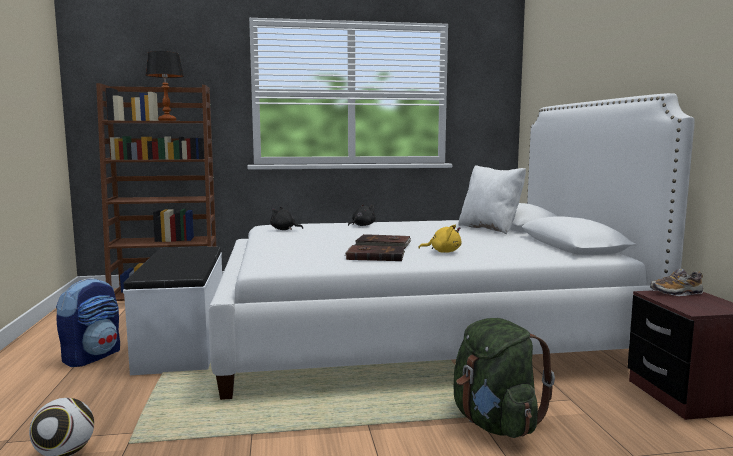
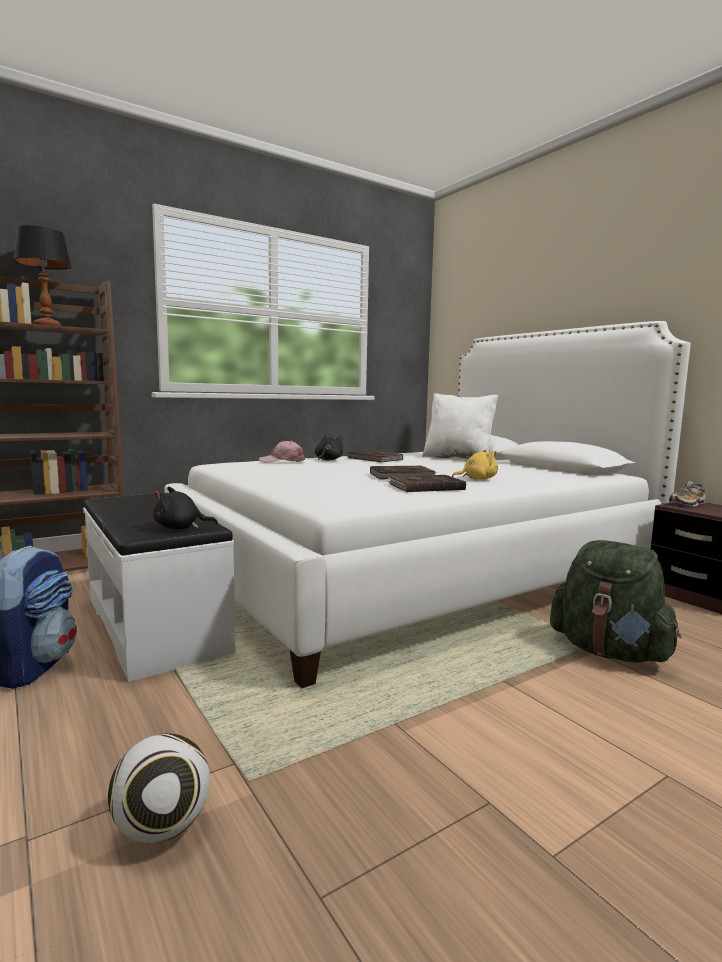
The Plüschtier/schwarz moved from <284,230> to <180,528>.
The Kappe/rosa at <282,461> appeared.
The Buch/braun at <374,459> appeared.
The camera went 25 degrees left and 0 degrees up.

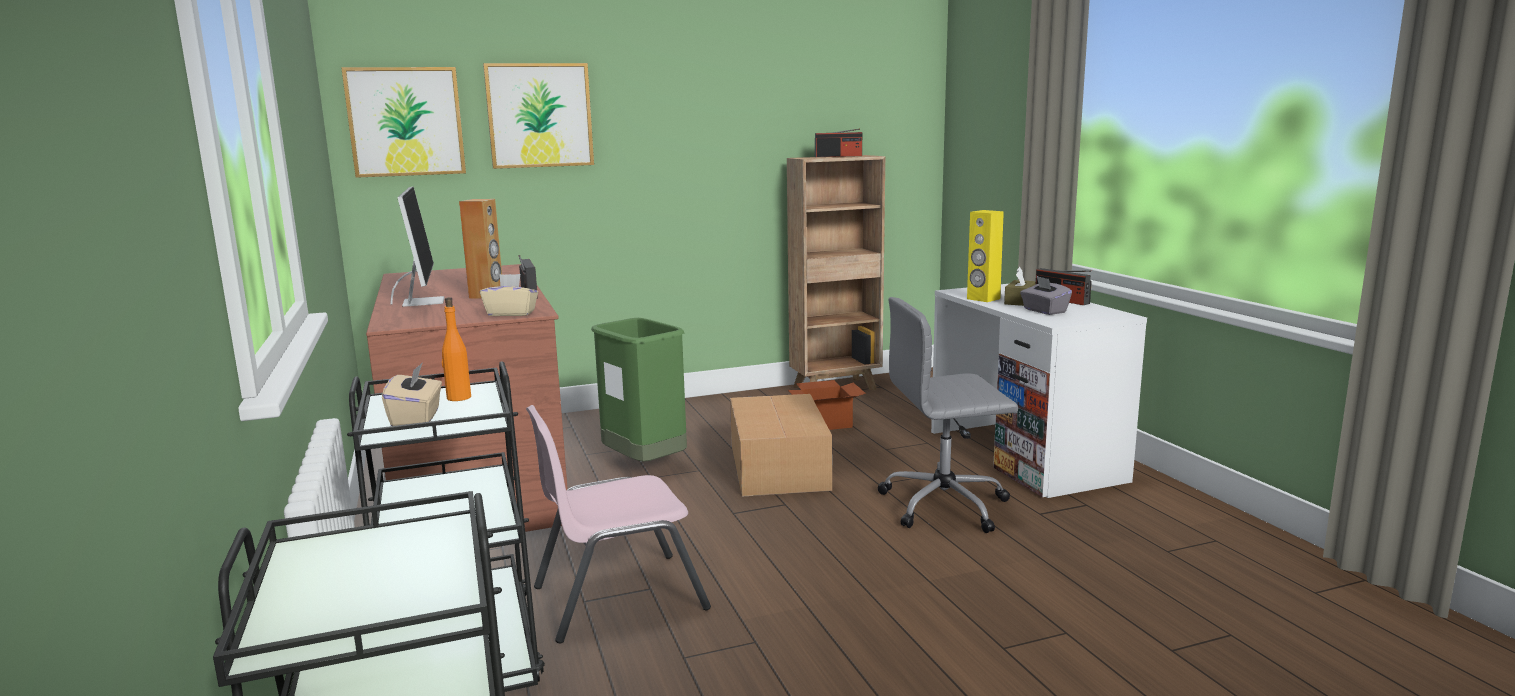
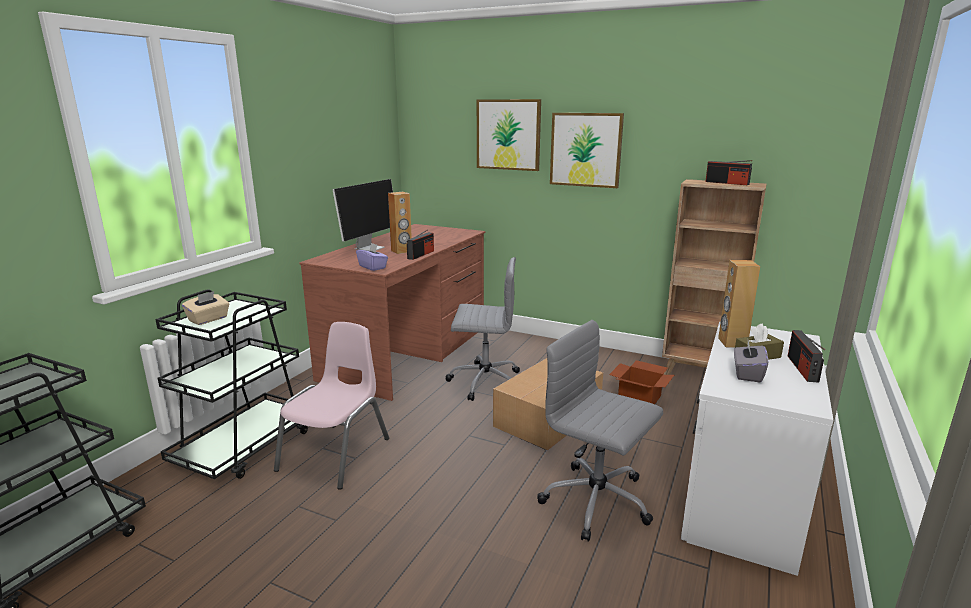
The Bild moved from <405,122> to <586,150>.
The Lautsprecher/gelb at <983,299> became the Lautsprecher/braun at <732,343>.
The Taschentuchbox/beige at <511,313> became the Taschentuchbox/lila at <373,267>.
The Flasche/orange at <458,398> disappeared.
The Mülleimer/grün at <645,465> was replaced by the Bürostuhl/grau at <484,381>.
The Stuhl/rosa at <618,597> turned 90 degrees clockwise.
The camera went 45 degrees right and 5 degrees up.

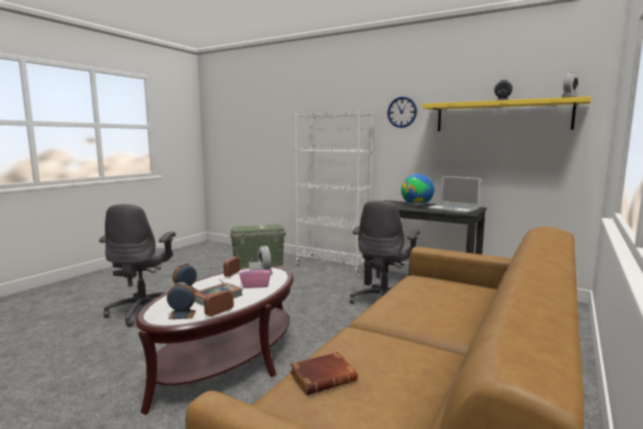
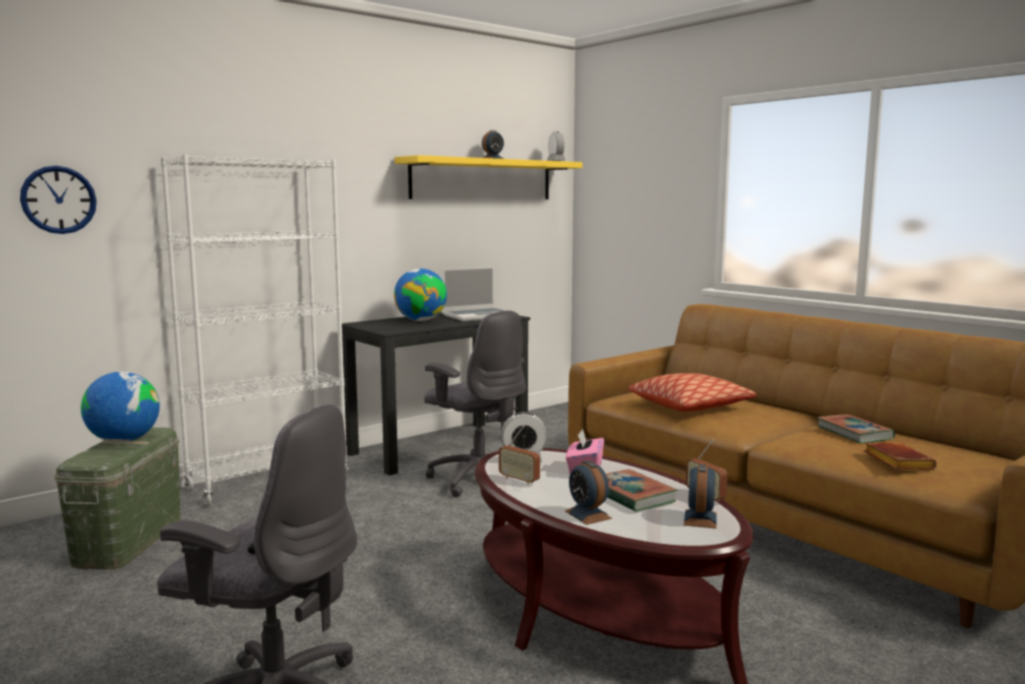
The Wanduhr moved from <402,112> to <58,200>.
The Globus at <124,441> appeared.
The Kissen at <690,406> appeared.
The Buch at <854,433> appeared.
The camera went 70 degrees left and 0 degrees up.

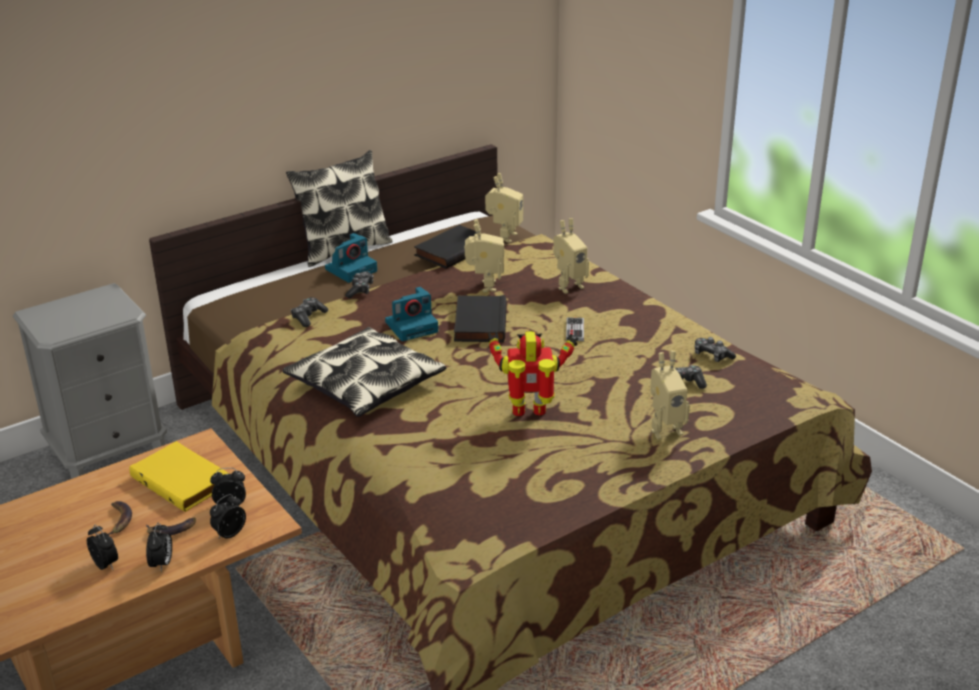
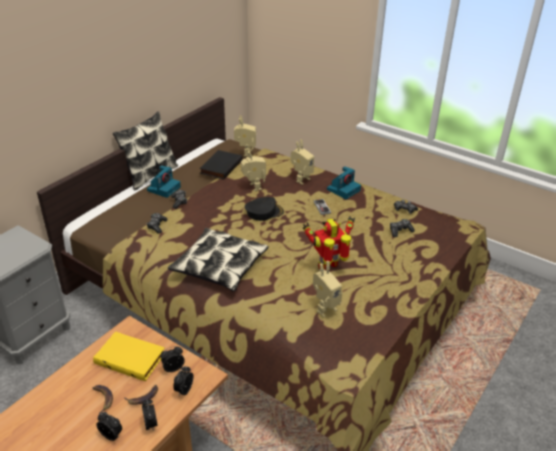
The Kamera moved from <412,326> to <343,189>.
The Buch/schwarz at <478,323> was replaced by the Kappe/schwarz at <264,212>.
The Spielzeugroboter moved from <664,429> to <324,309>.
The camera went 20 degrees left and 5 degrees up.

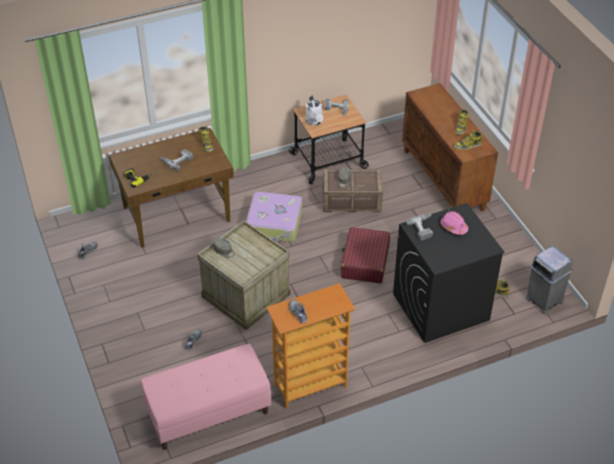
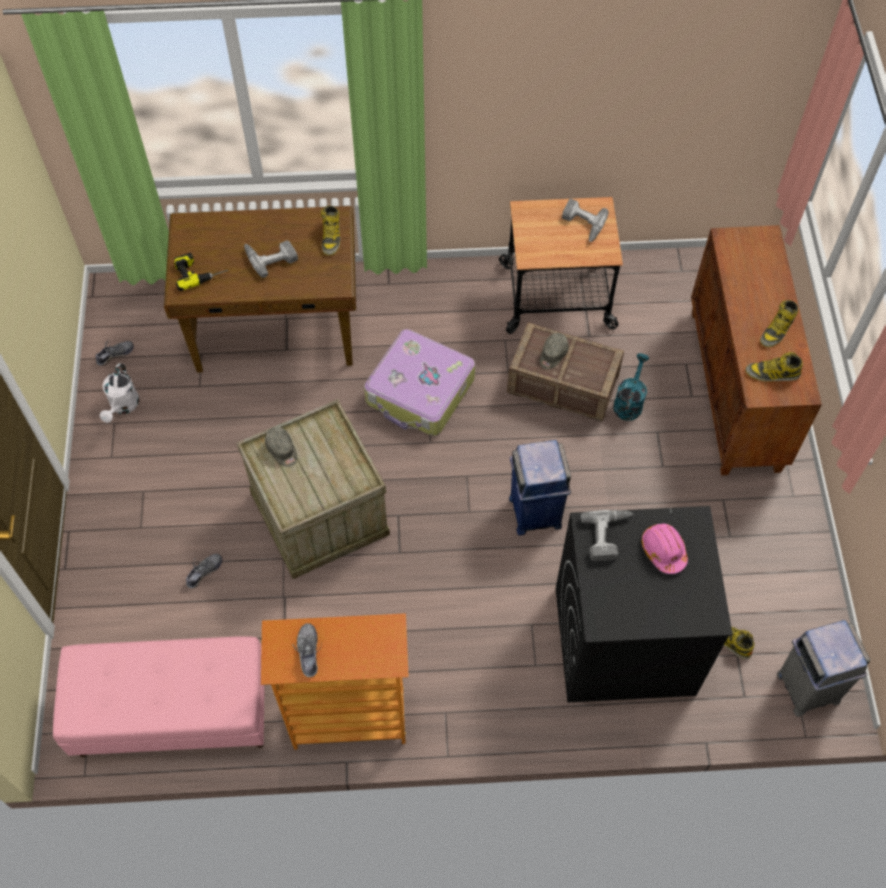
The Gießkanne/weiß moved from <315,122> to <123,406>.
The Koffer/rot at <365,262> was replaced by the Mülleimer/blau at <535,511>.
The Gießkanne/türkis at <629,402> appeared.
The camera went 20 degrees right and 15 degrees up.

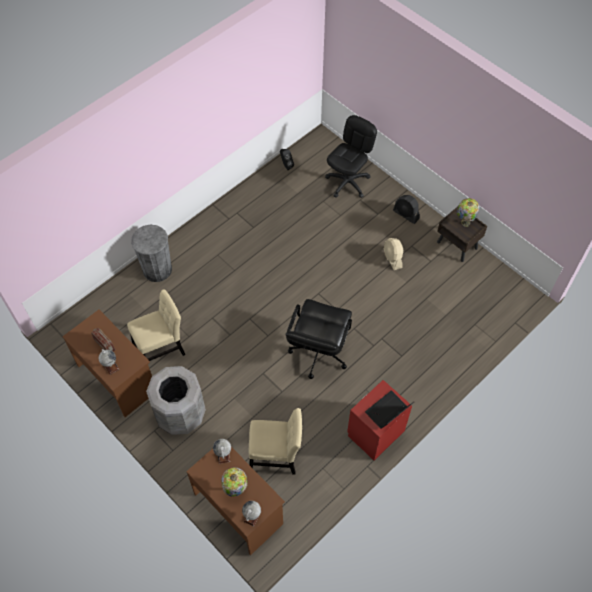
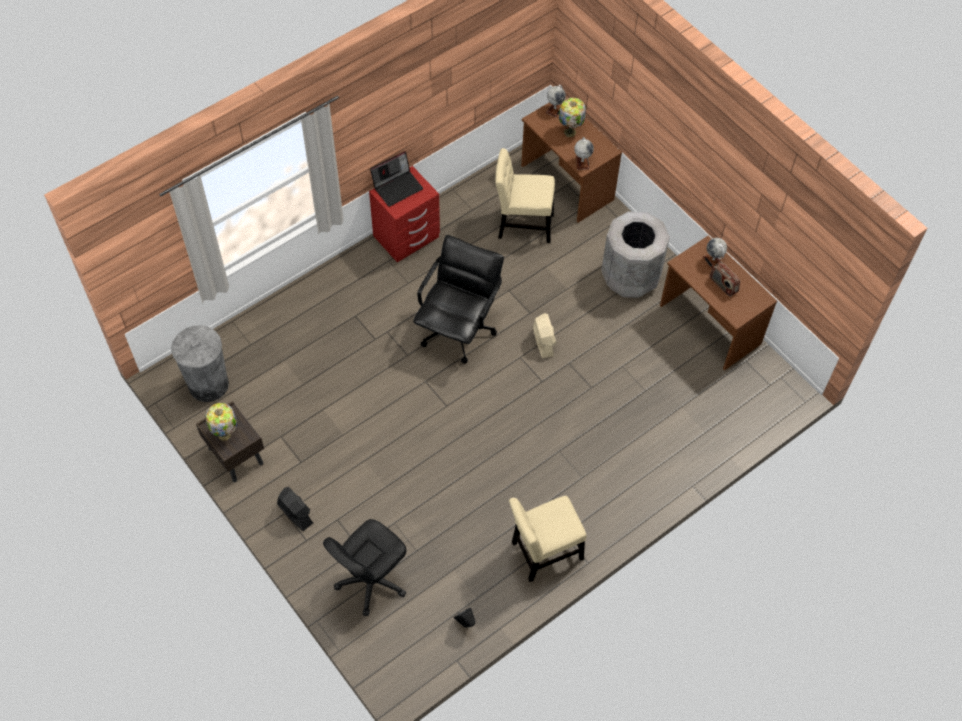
The Mülleimer/grau moved from <157,269> to <208,384>.
The Ventilator/beige moved from <392,258> to <543,341>.
The Stuhl/beige moved from <162,349> to <543,553>.
The camera went 175 degrees left and 0 degrees up.

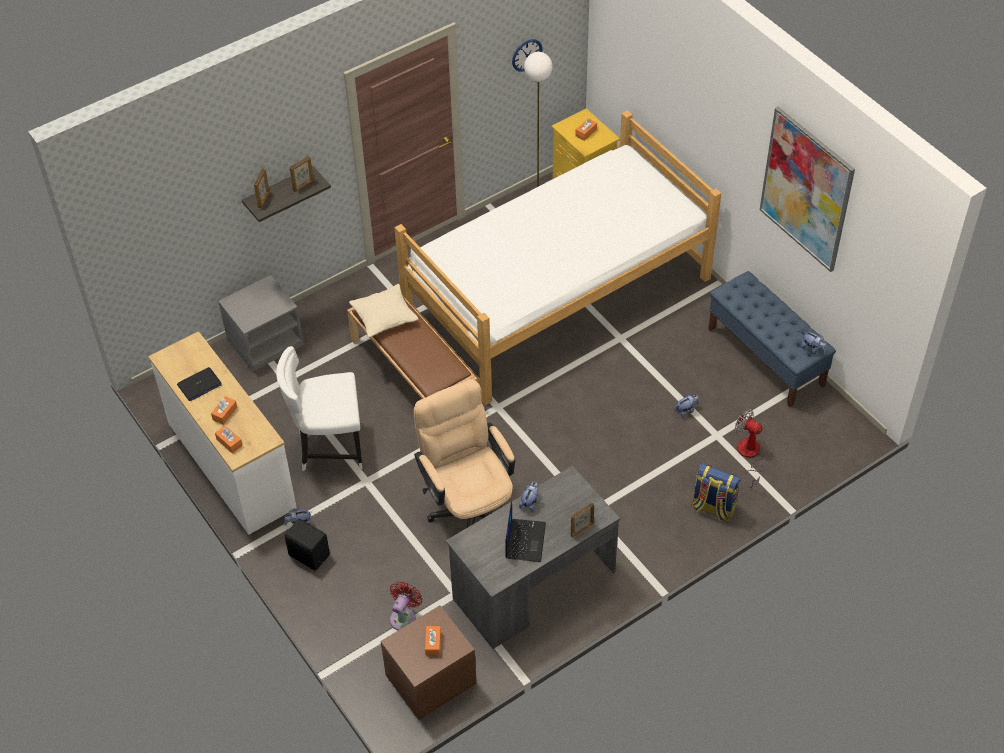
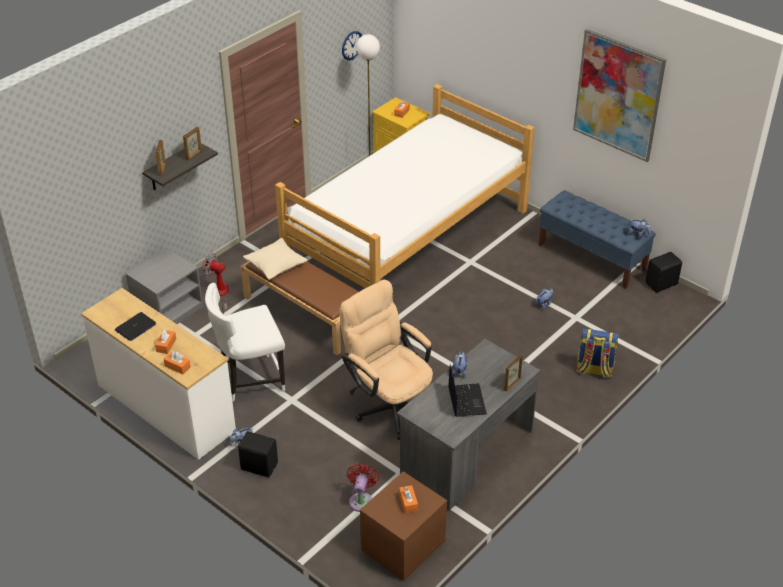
The Ventilator moved from <749,455> to <220,294>.
The Lautsprecher/schwarz at <662,284> appeared.
The camera went 15 degrees left and 10 degrees down.

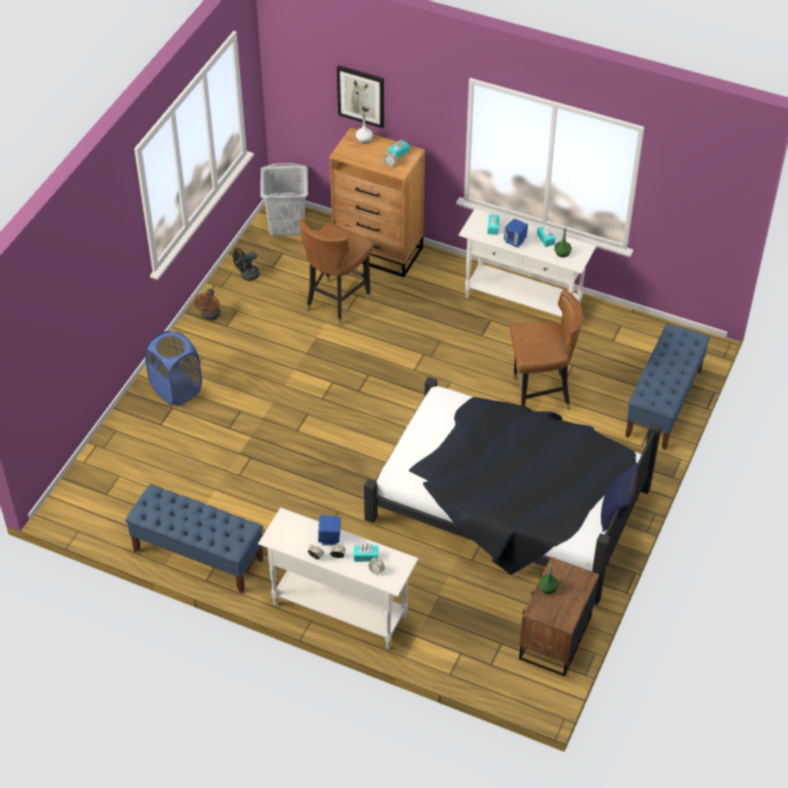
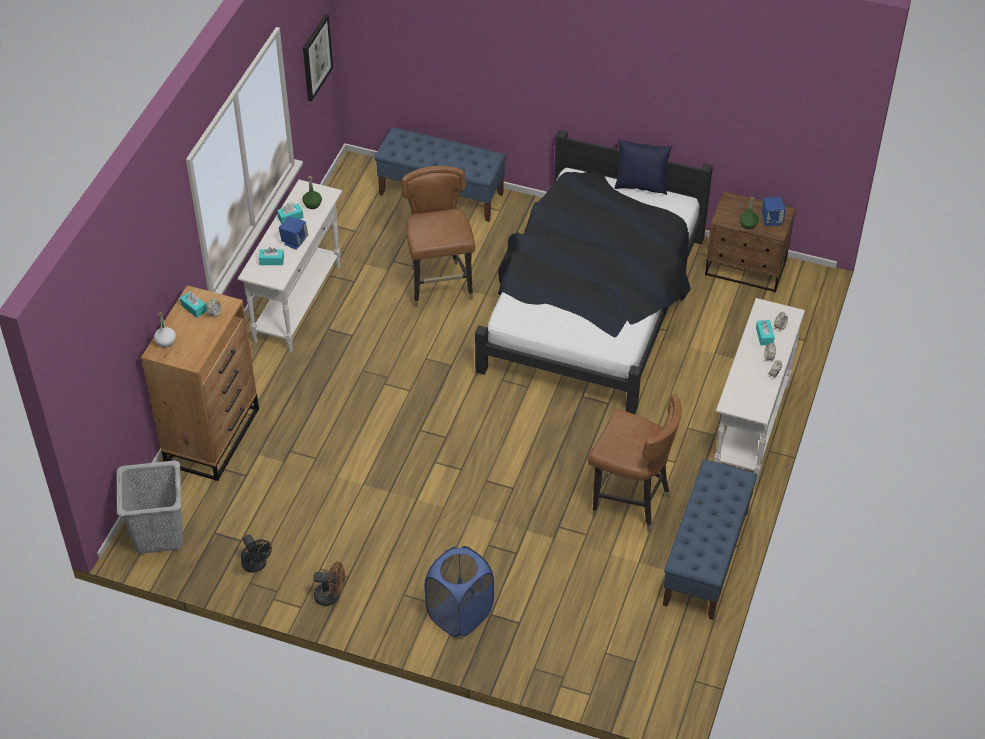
The Bild moved from <361,96> to <316,57>.
The Stuhl/braun moved from <336,302> to <630,503>.
The Lautsprecher/blau moved from <330,538> to <771,220>.
The camera went 95 degrees left and 0 degrees up.

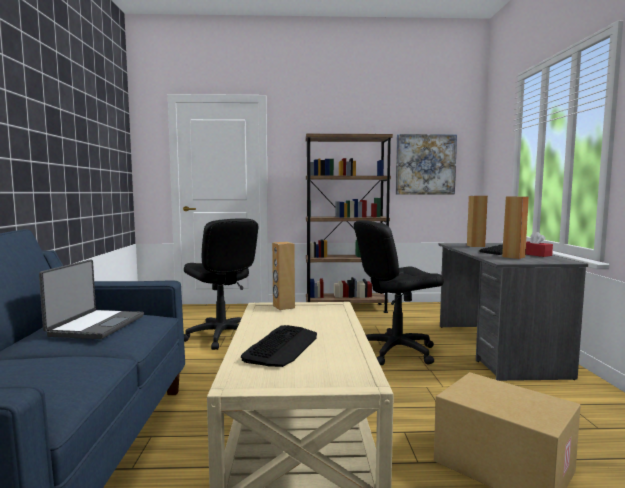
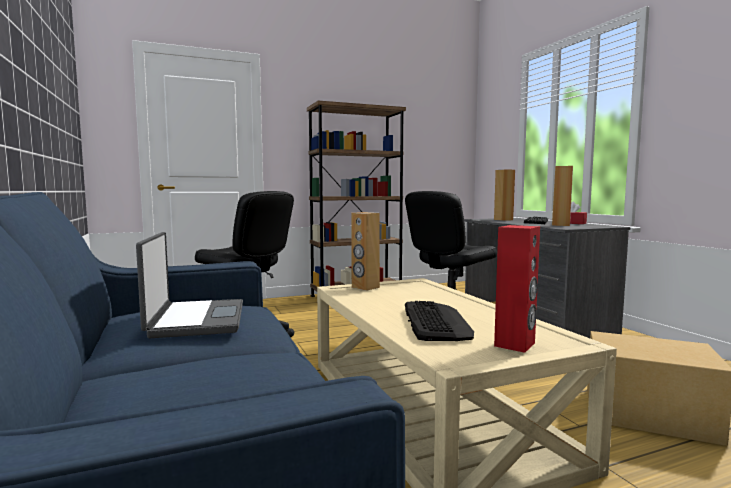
The Bild at <425,164> disappeared.
The Lautsprecher/rot at <515,345> appeared.
The camera went 20 degrees left and 0 degrees up.

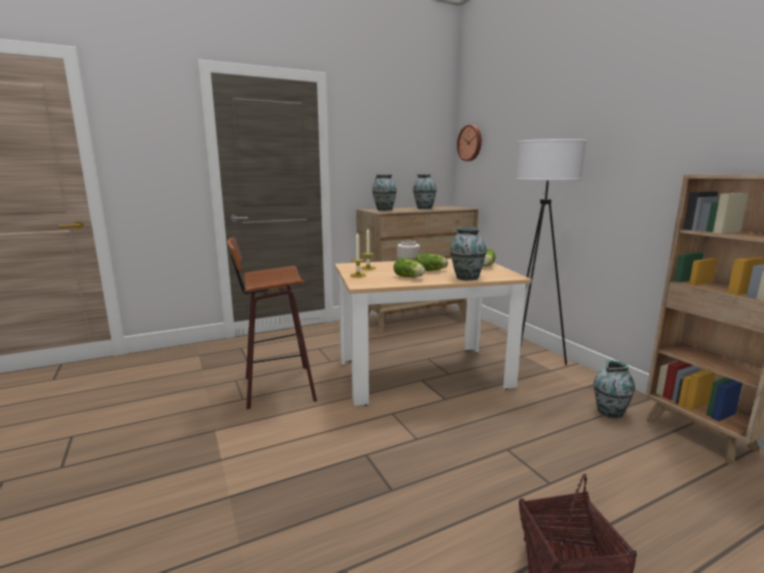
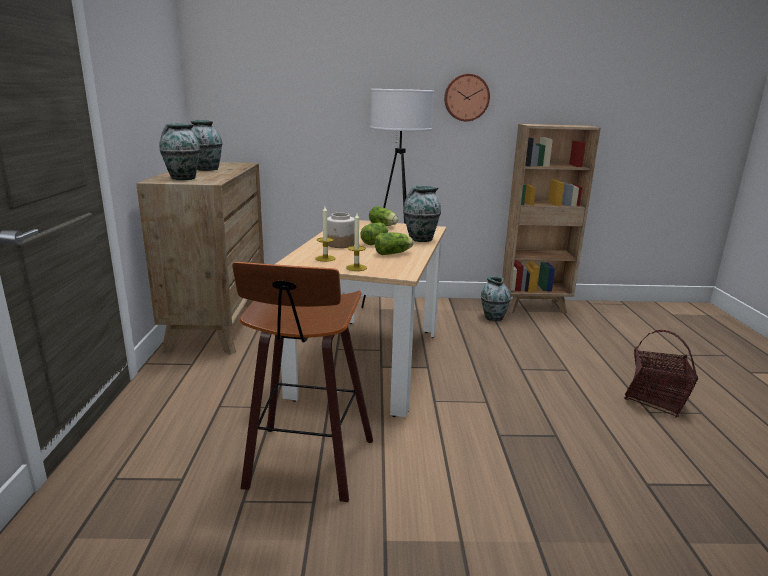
The Wanduhr moved from <470,143> to <466,97>.
The camera went 65 degrees left and 5 degrees up.

